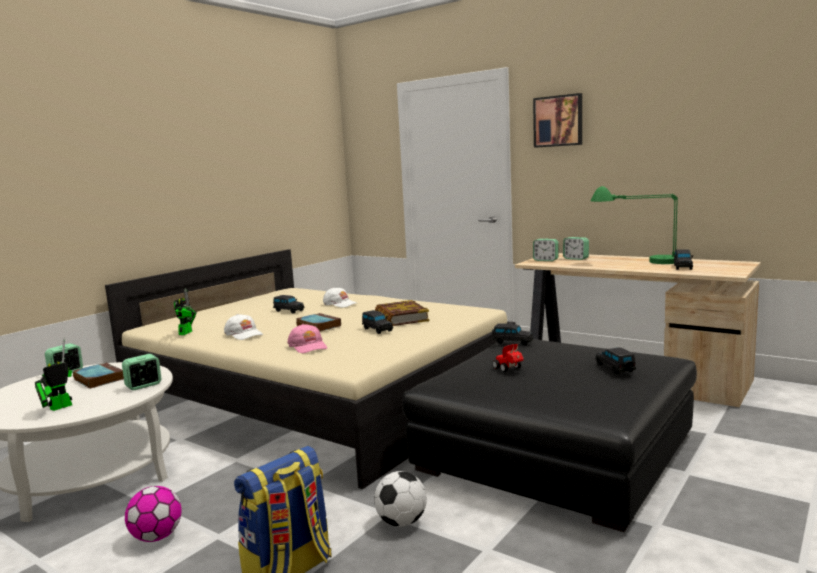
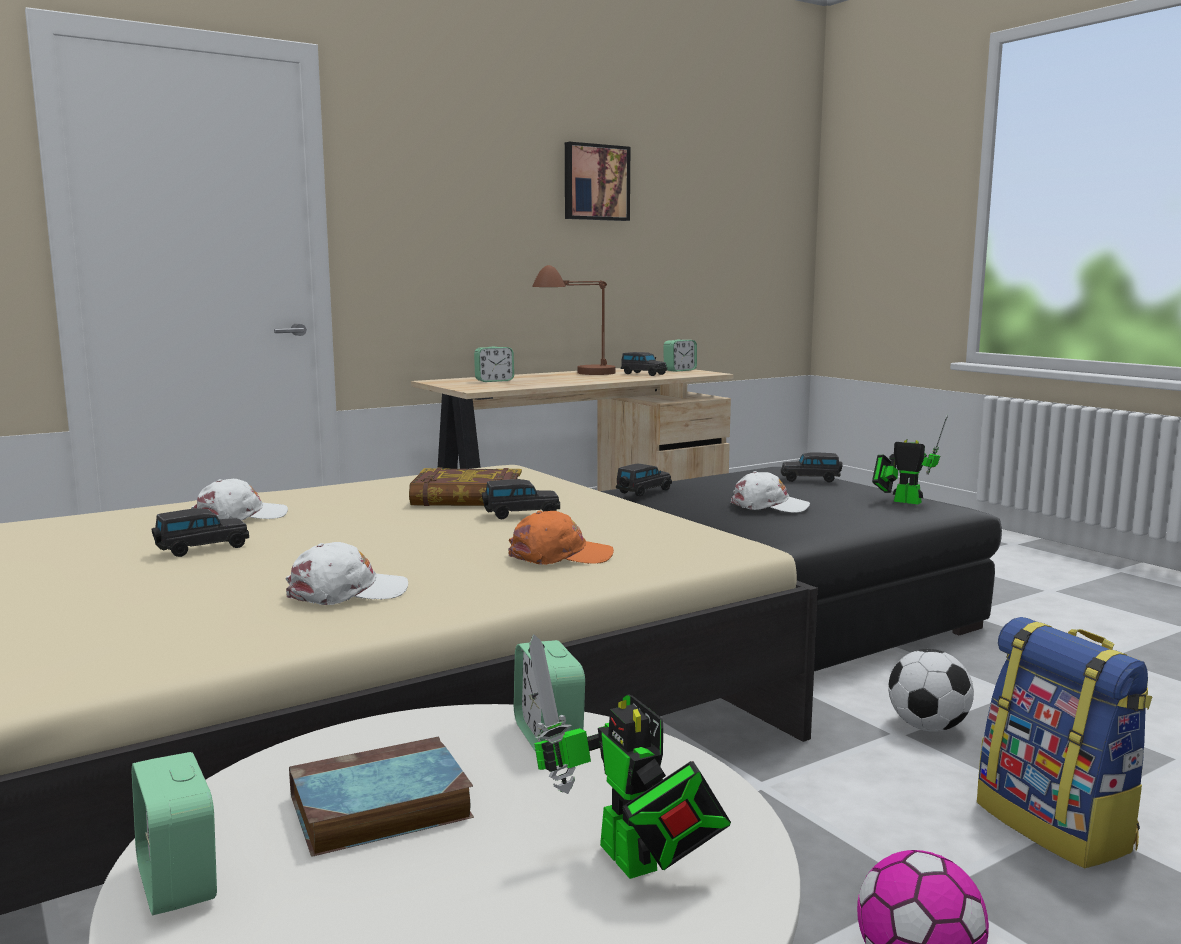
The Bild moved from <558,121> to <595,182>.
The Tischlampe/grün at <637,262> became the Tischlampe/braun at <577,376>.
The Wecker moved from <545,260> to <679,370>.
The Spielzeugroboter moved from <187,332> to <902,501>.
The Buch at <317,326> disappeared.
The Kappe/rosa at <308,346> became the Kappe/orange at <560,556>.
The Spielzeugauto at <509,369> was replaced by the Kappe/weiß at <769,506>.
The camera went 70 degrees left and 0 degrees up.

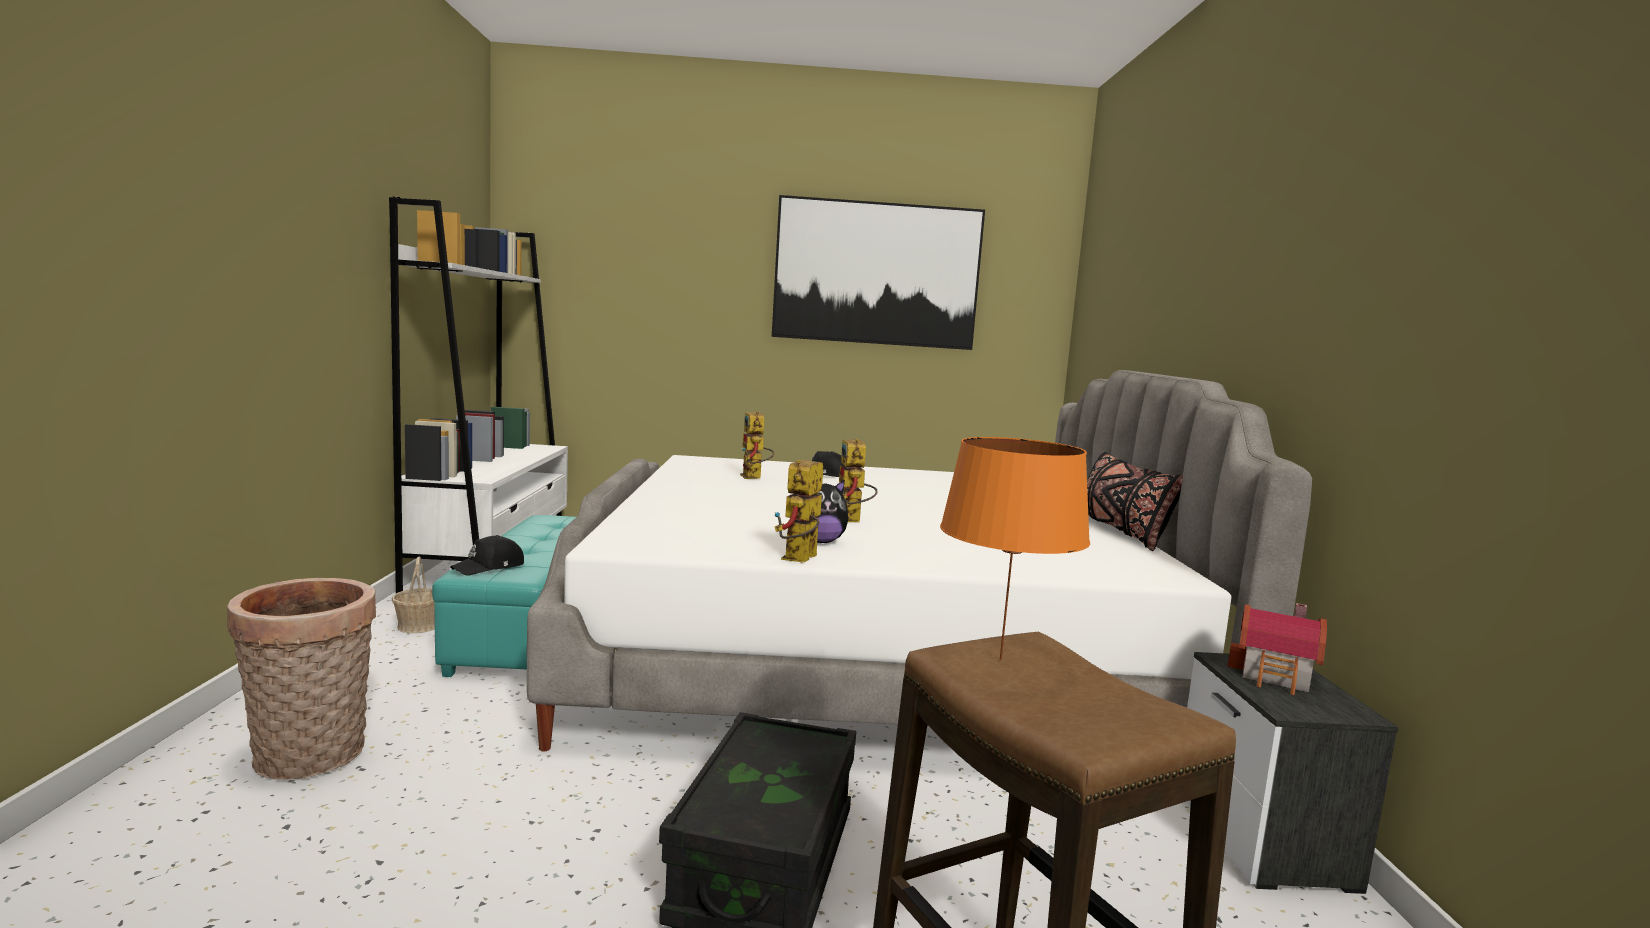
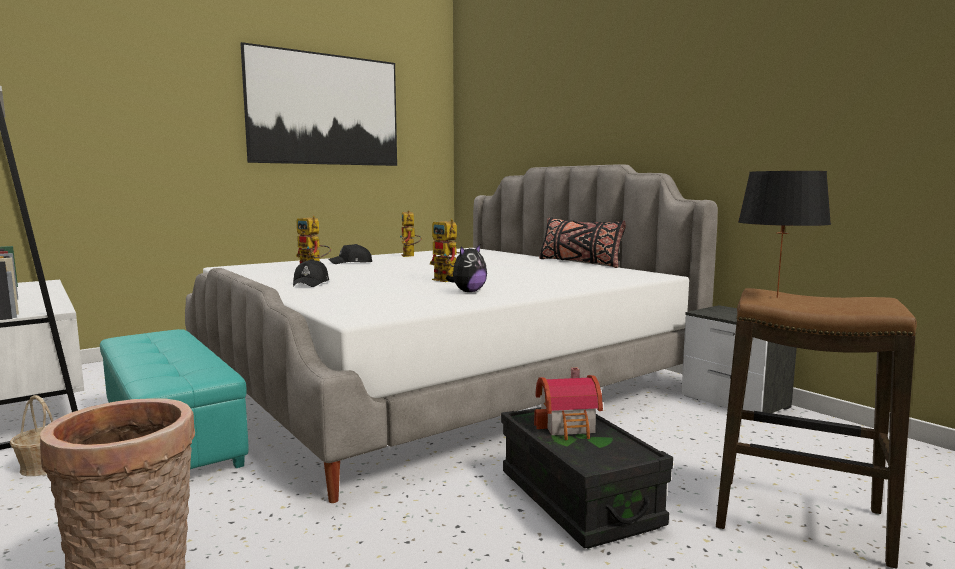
The Tischlampe/orange at <1001,660> became the Tischlampe/schwarz at <778,297>.
The Spielzeugroboter moved from <799,560> to <410,256>.
The Kappe/schwarz moved from <490,567> to <311,283>.
The Spielzeughaus moved from <1277,677> to <570,426>.
The camera went 35 degrees left and 0 degrees up.

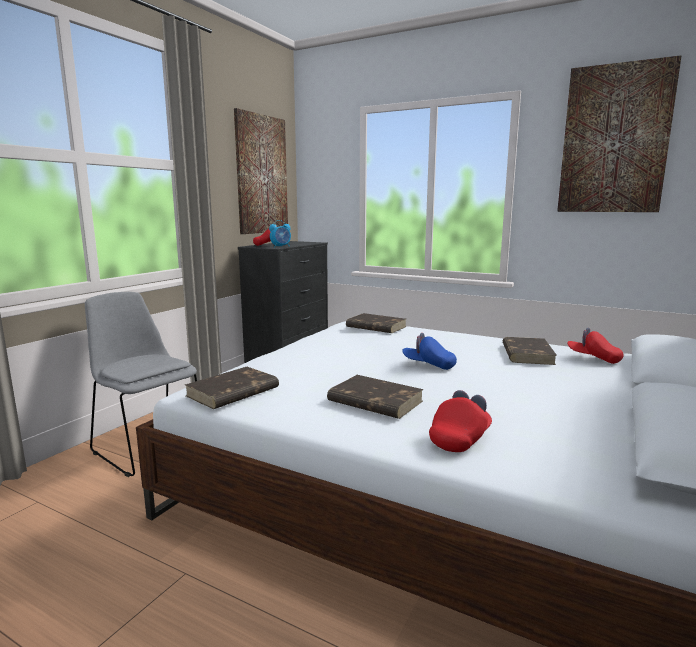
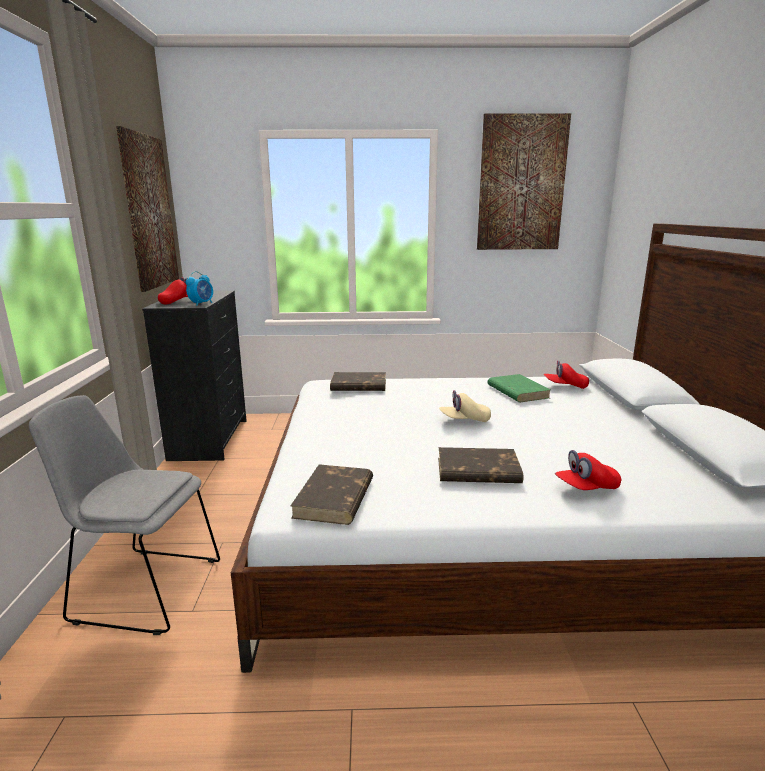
The Kappe/blau at <428,365> became the Kappe/beige at <464,420>.
The Buch/braun at <527,354> became the Buch/grün at <517,391>.
The Kappe/rot at <460,438> turned 120 degrees counterclockwise.
The camera went 30 degrees left and 5 degrees up.

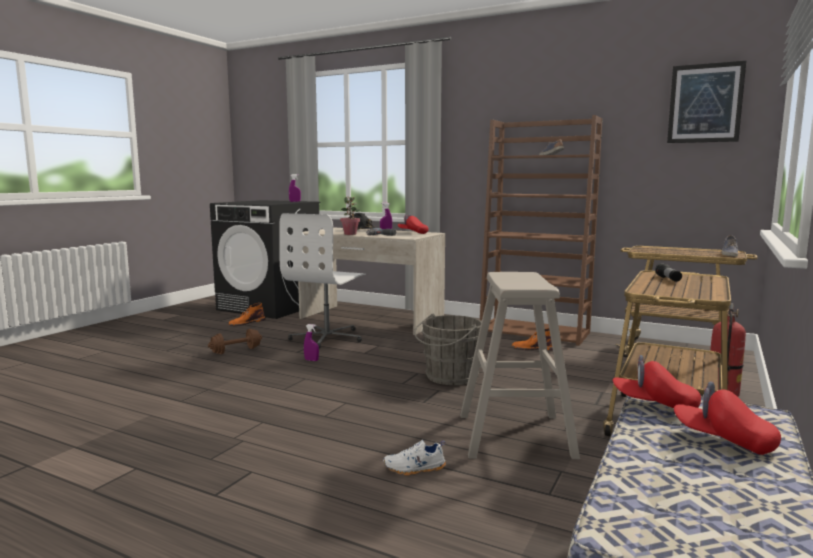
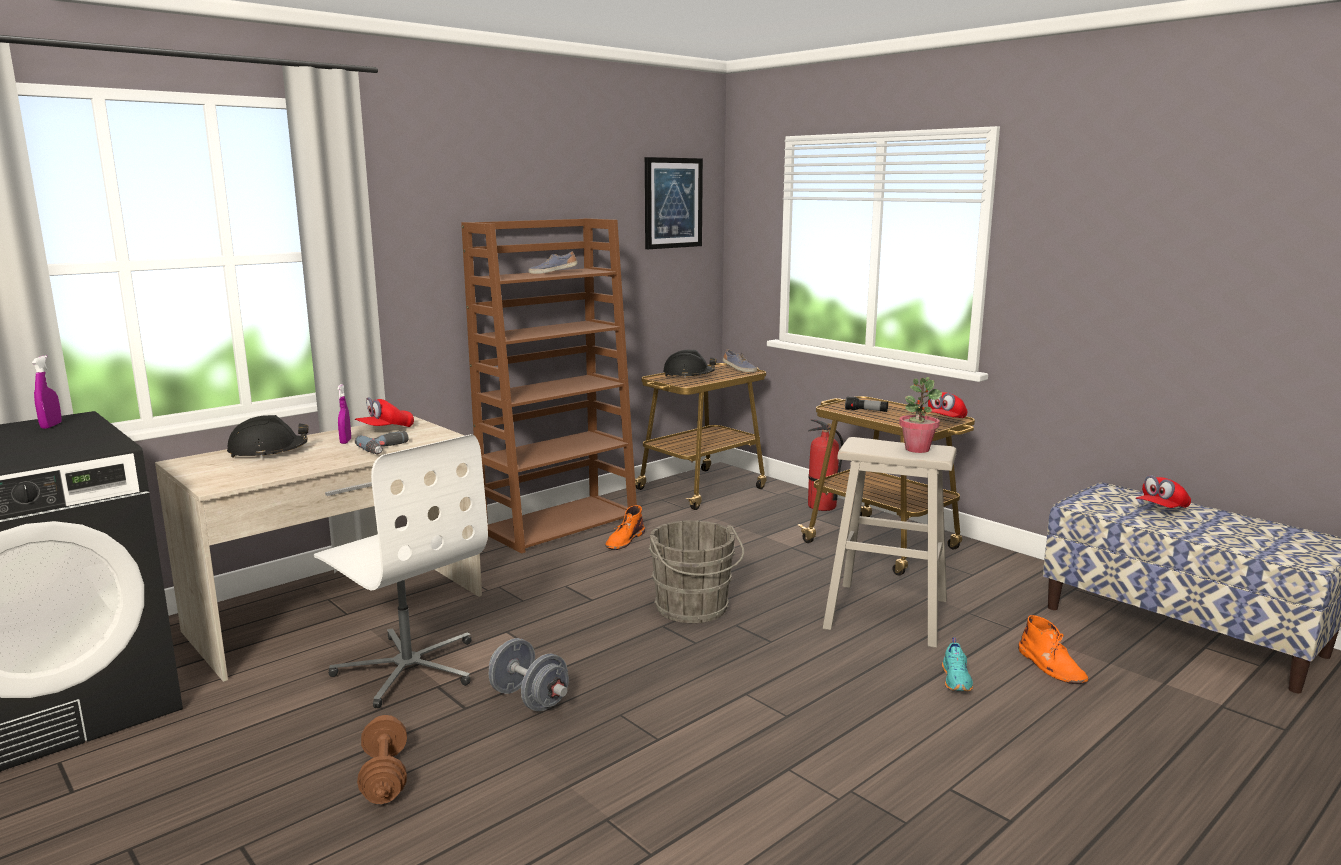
The Topfpflanze moved from <350,234> to <917,449>.
The Stiefel/orange moved from <246,322> to <1051,666>.
The Sprühflasche/lila at <311,360> was replaced by the Hantel/grau at <529,699>.
The Kappe/rot moved from <654,405> to <944,421>.
The Schuh/weiß at <415,469> became the Schuh/türkis at <957,680>.
The Schutzhelm/schwarz at <688,375> appeared.
The camera went 70 degrees left and 5 degrees up.

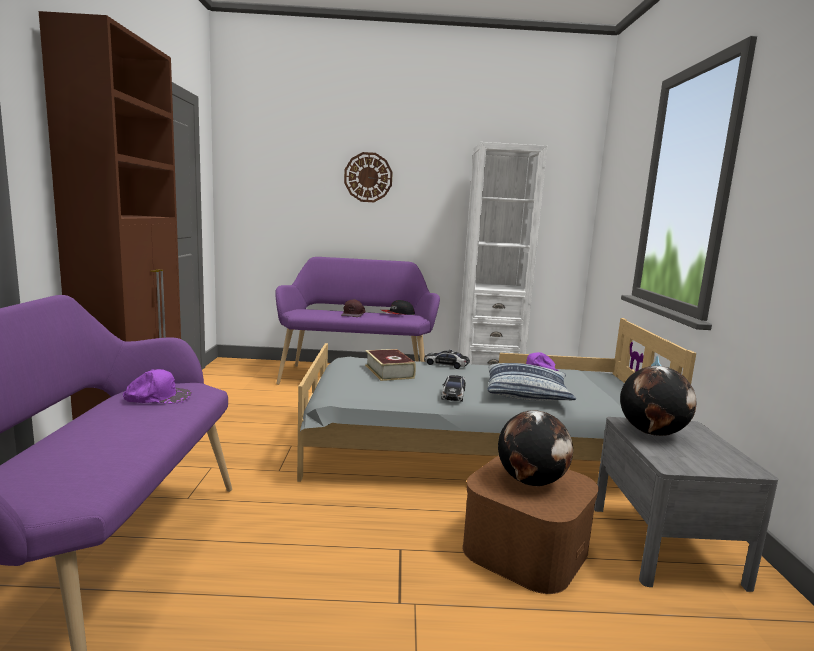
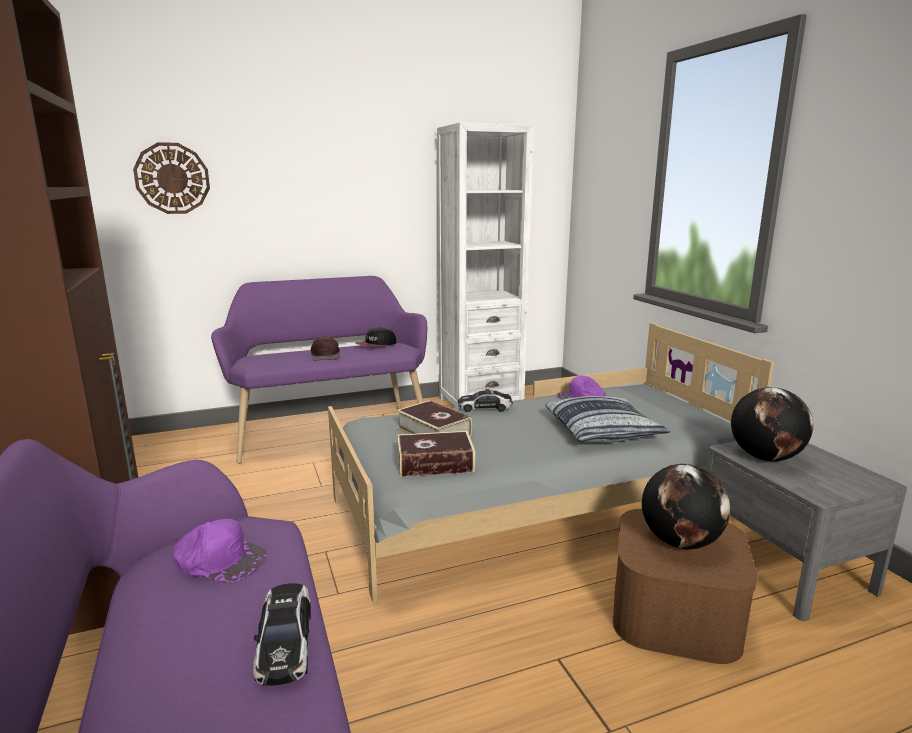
The Wanduhr moved from <368,177> to <172,178>.
The Kappe/lila at <158,397> turned 45 degrees clockwise.
The Spielzeugauto moved from <453,394> to <285,643>.
The Buch at <435,463> appeared.
The camera went 20 degrees left and 5 degrees up.

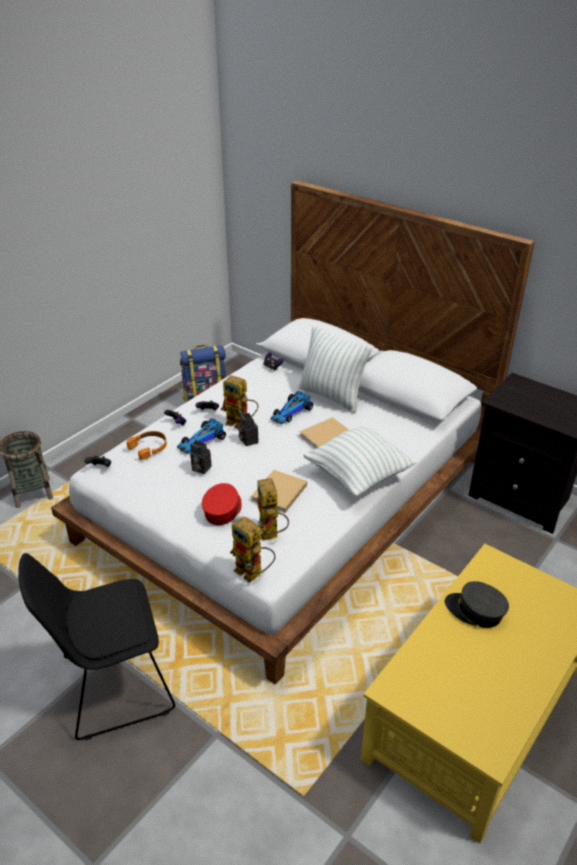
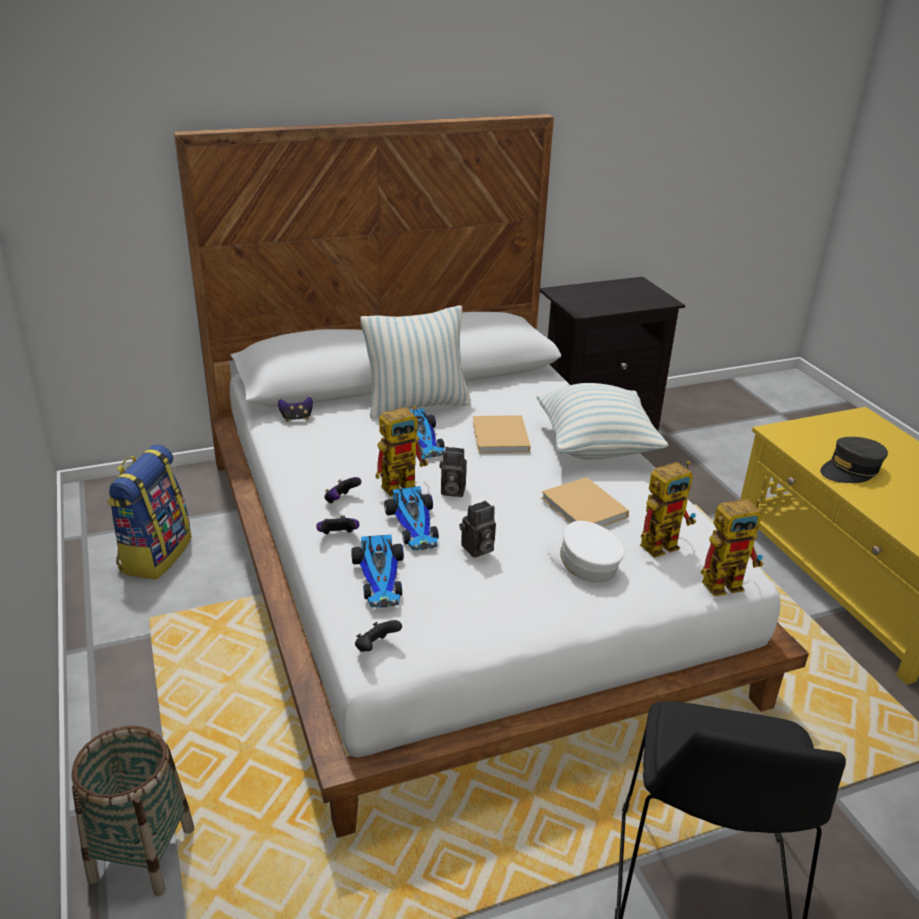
The Kopfhörer/orange at <149,448> was replaced by the Spielzeugauto at <381,578>.
The Spielzeugroboter at <271,535> turned 45 degrees counterclockwise.
The Kappe/rot at <222,510> became the Kappe/weiß at <583,563>.
The camera went 60 degrees left and 5 degrees down.

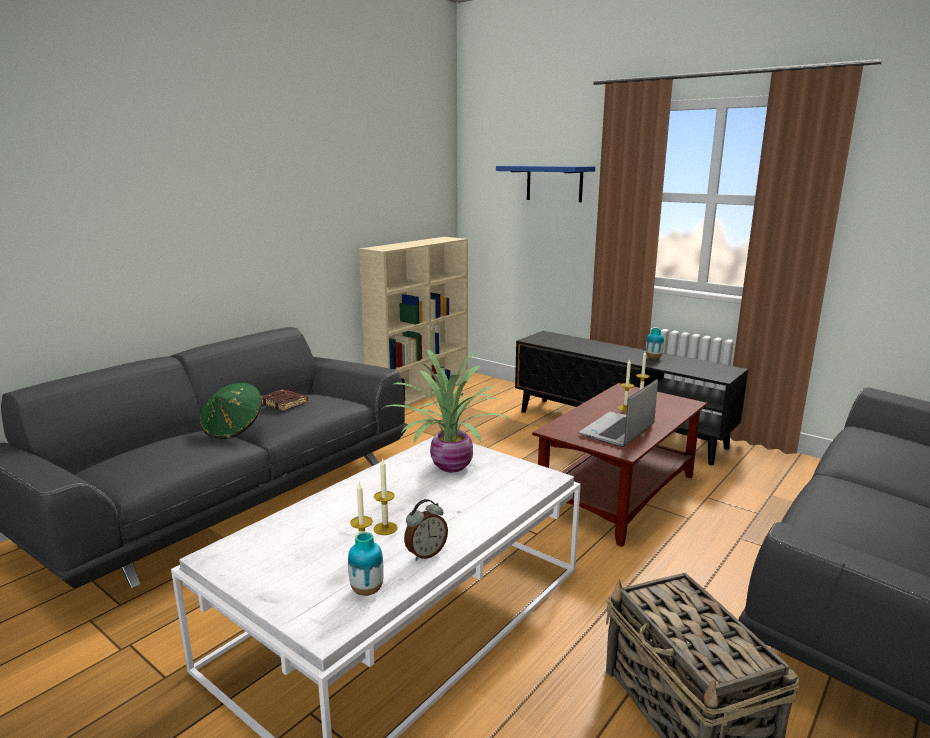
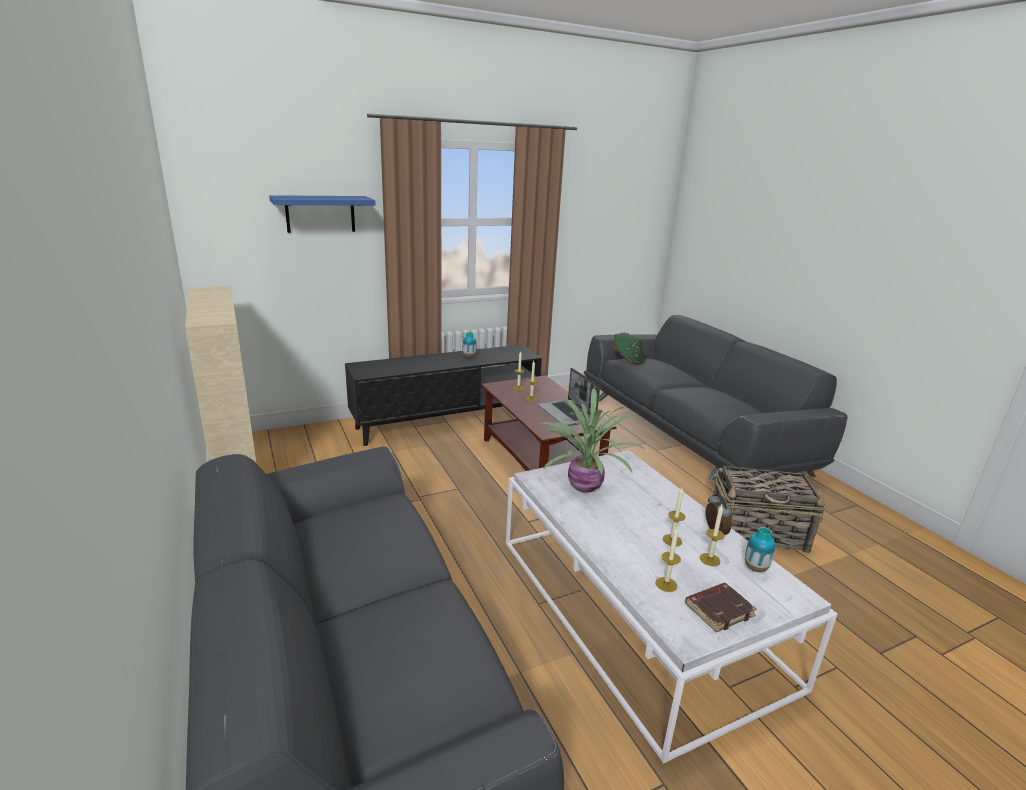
The Hut/grün moved from <233,429> to <629,360>.
The Buch/braun moved from <284,403> to <719,609>.
The Kerze at <666,584> appeared.
The camera went 65 degrees left and 5 degrees up.

